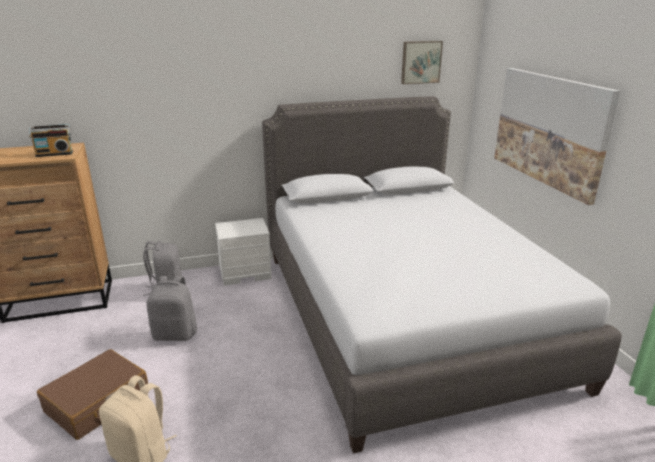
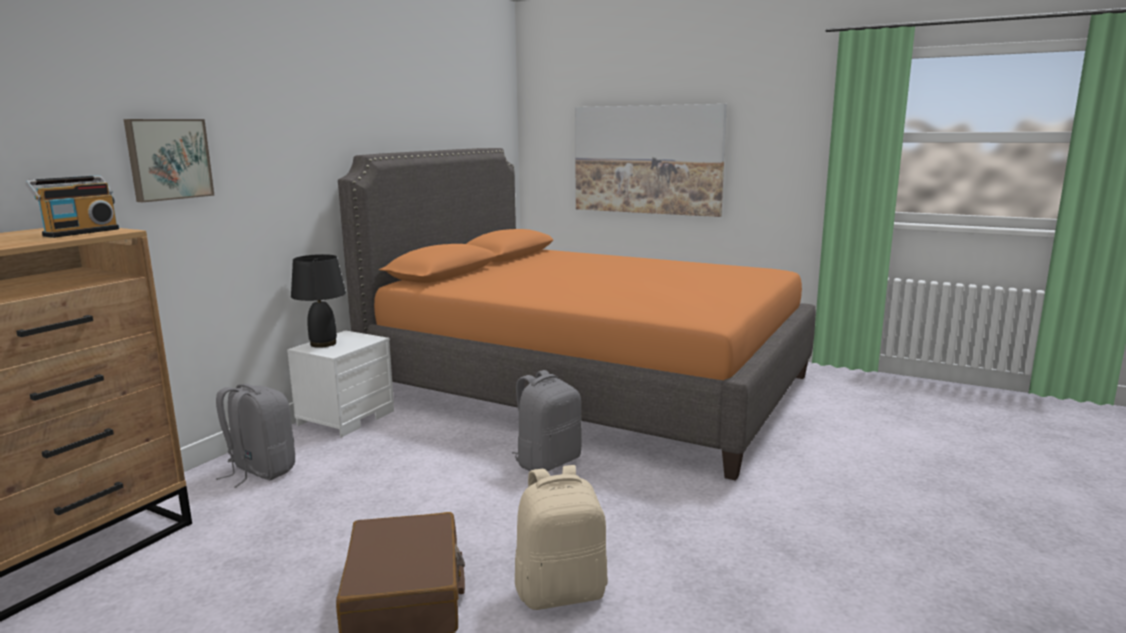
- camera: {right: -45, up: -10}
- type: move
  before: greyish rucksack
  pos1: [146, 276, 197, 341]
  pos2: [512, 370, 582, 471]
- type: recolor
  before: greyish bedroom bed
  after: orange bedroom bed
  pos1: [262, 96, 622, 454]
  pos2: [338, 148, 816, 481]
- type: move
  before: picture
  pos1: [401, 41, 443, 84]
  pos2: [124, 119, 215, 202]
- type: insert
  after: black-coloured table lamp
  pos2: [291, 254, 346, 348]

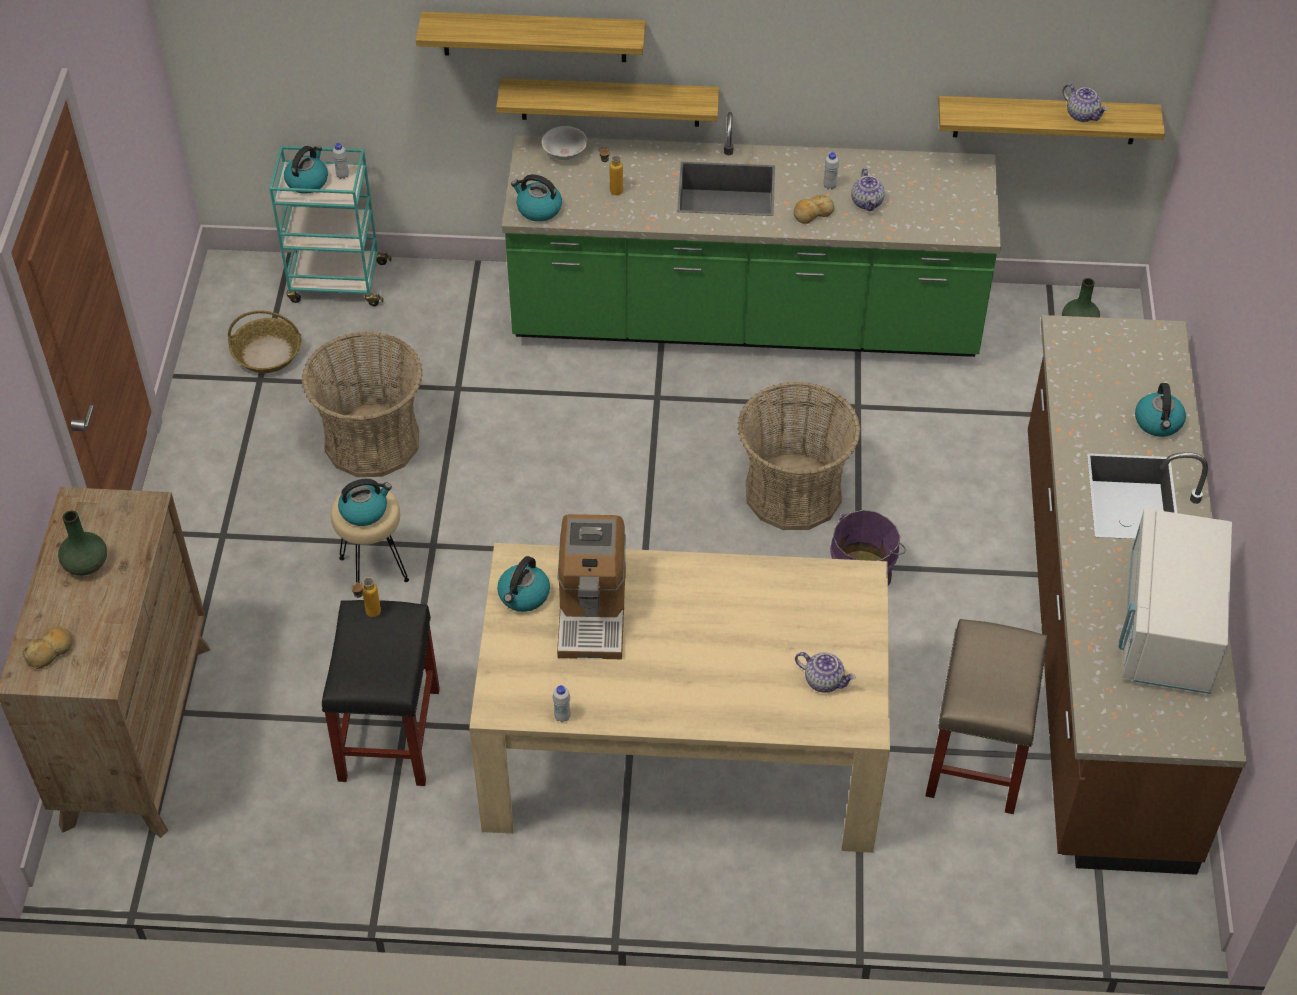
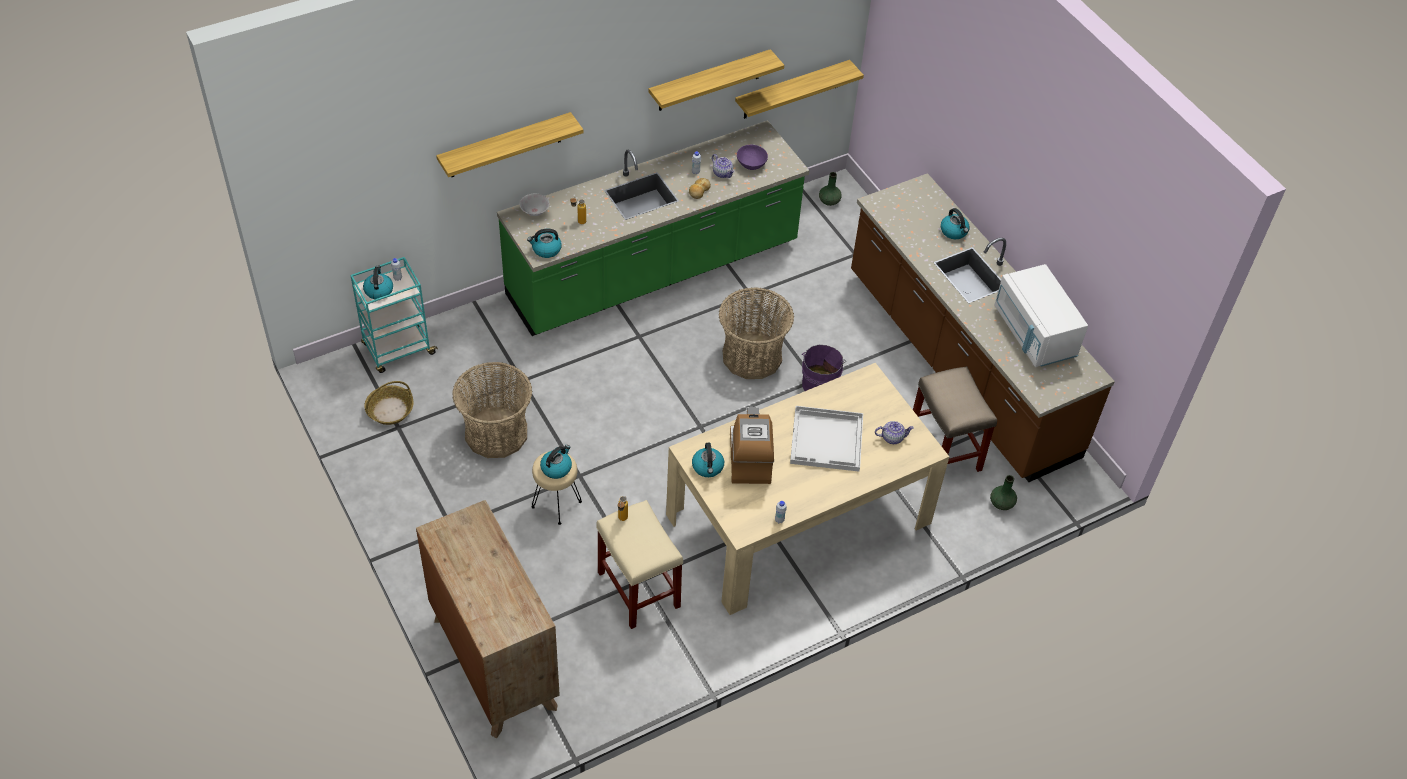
- camera: {right: -35, up: 0}
- type: delete
  before: baked bread
  pos1: [22, 627, 73, 669]
- type: move
  before: green flower vase
  pos1: [58, 510, 107, 576]
  pos2: [990, 475, 1017, 510]
- type: recolor
  before: black-coloured stool
  after: beige stool
  pos1: [322, 600, 440, 786]
  pos2: [596, 500, 683, 629]
- type: move
  before: wall shelf
  pos1: [496, 78, 719, 127]
  pos2: [649, 49, 784, 111]
- type: rotate
  before: coffee machine
  pos1: [557, 514, 626, 659]
  pos2: [730, 407, 774, 484]
  turn: -150
- type: delete
  before: teapot
  pos1: [1062, 84, 1108, 122]
- type: insert
  after: purplish bowl
  pos2: [737, 145, 768, 170]
- type: insert
  after: white carrying tray
  pos2: [790, 406, 863, 472]

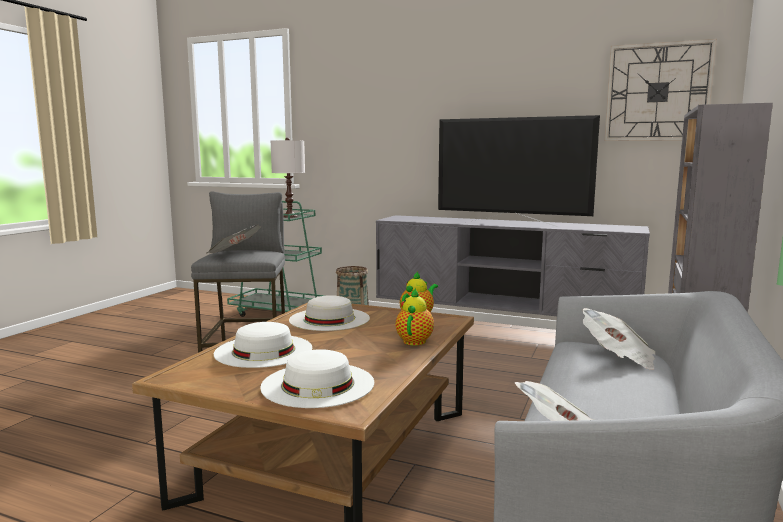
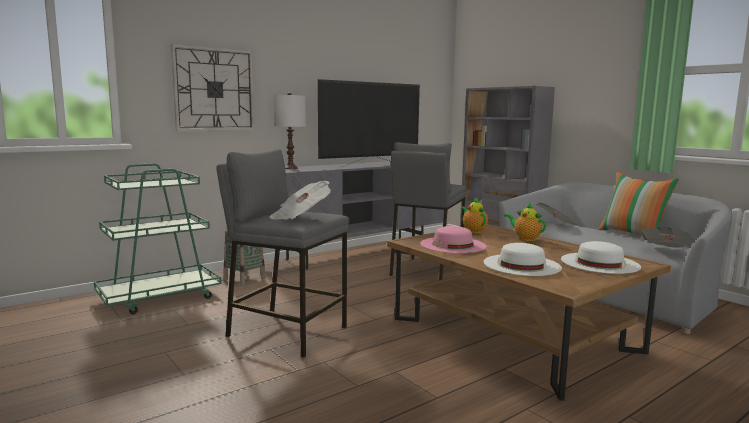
- camera: {right: -60, up: 0}
- type: move
  before: white table lamp
  pos1: [271, 138, 305, 218]
  pos2: [273, 93, 306, 169]
- type: recolor
  before: white clothing hat
  after: pinkish clothing hat
  pos1: [289, 295, 370, 331]
  pos2: [420, 226, 487, 253]
- type: move
  before: hanging clock
  pos1: [604, 39, 717, 141]
  pos2: [171, 44, 255, 131]
- type: insert
  after: greyish stool
  pos2: [389, 142, 467, 280]
- type: insert
  after: pillow
  pos2: [599, 172, 679, 236]

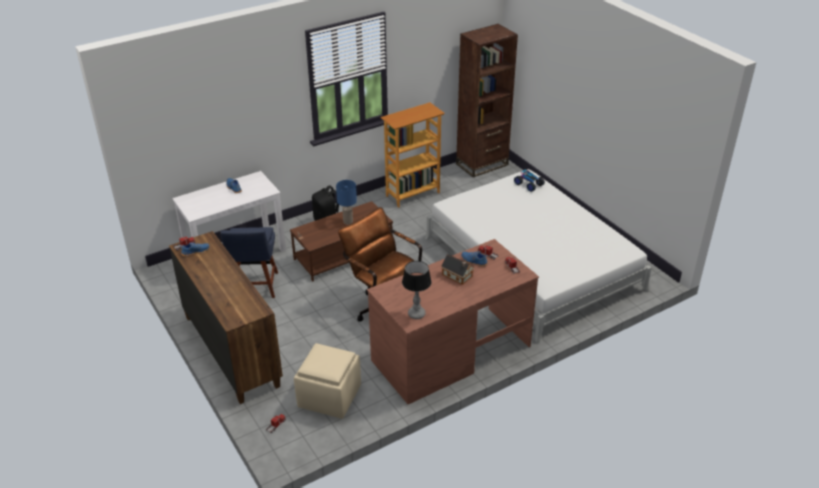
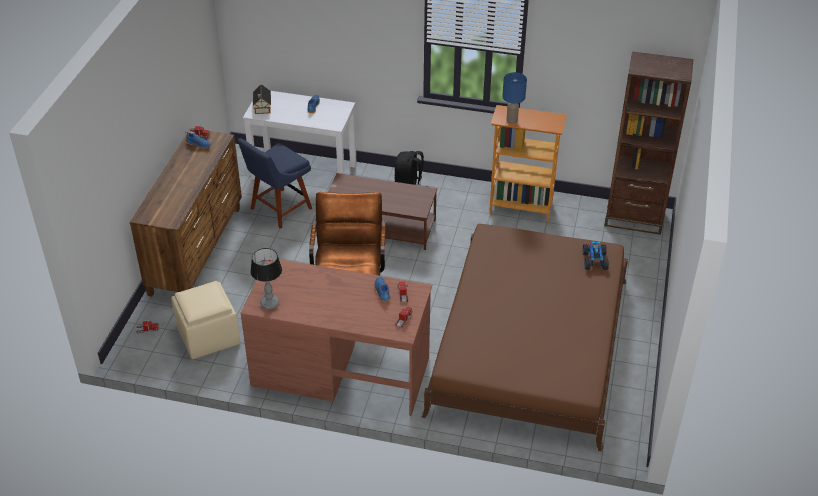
- camera: {right: 45, up: 5}
- type: move
  before: bluish table lamp
  pos1: [336, 180, 357, 224]
  pos2: [502, 72, 527, 124]
- type: recolor
  before: white bedroom bed
  after: brown-coloured bedroom bed
  pos1: [425, 169, 652, 343]
  pos2: [422, 224, 628, 451]
- type: move
  before: toy house
  pos1: [441, 254, 475, 285]
  pos2: [253, 85, 271, 114]

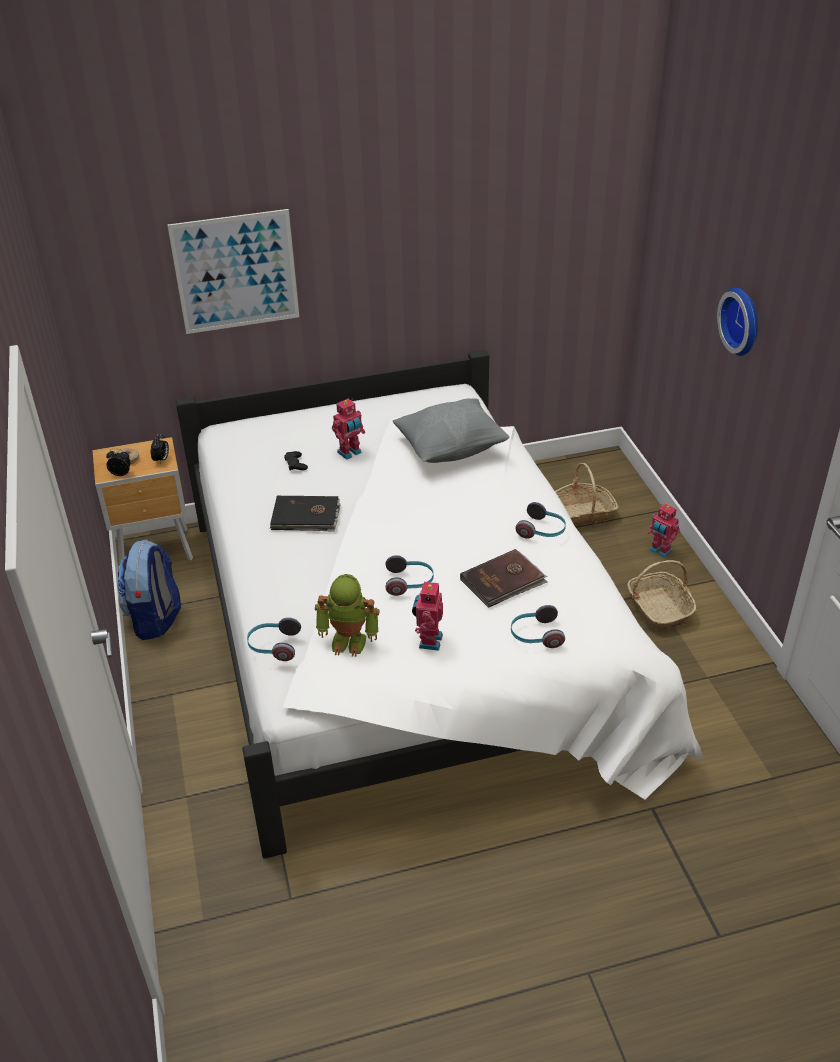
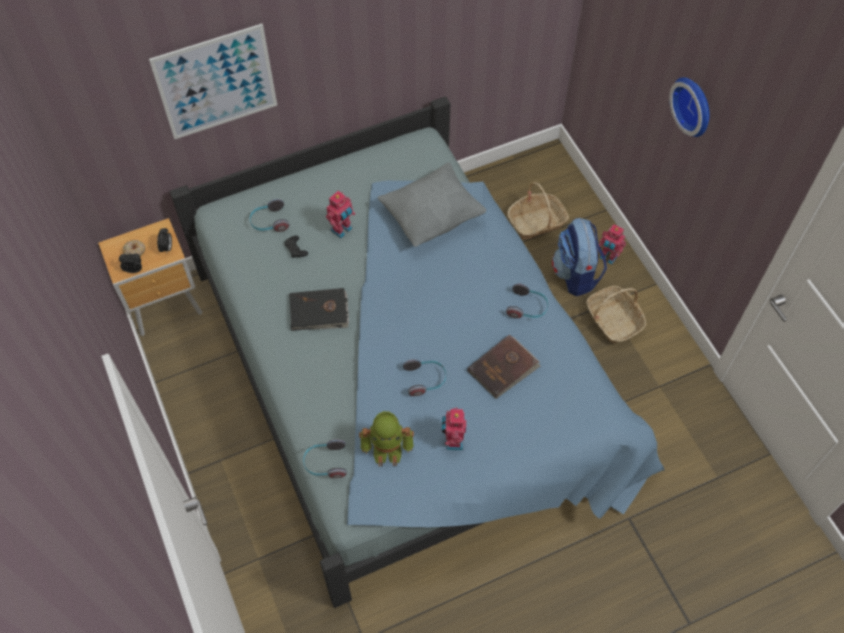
- camera: {right: -10, up: 20}
- type: move
  before: rucksack
  pos1: [117, 539, 181, 640]
  pos2: [552, 218, 607, 296]
- type: recolor
  before: white bedroom bed
  after: bluish bedroom bed
  pos1: [175, 350, 703, 859]
  pos2: [170, 96, 664, 608]
- type: move
  before: headset
  pos1: [511, 605, 565, 648]
  pos2: [250, 199, 289, 232]

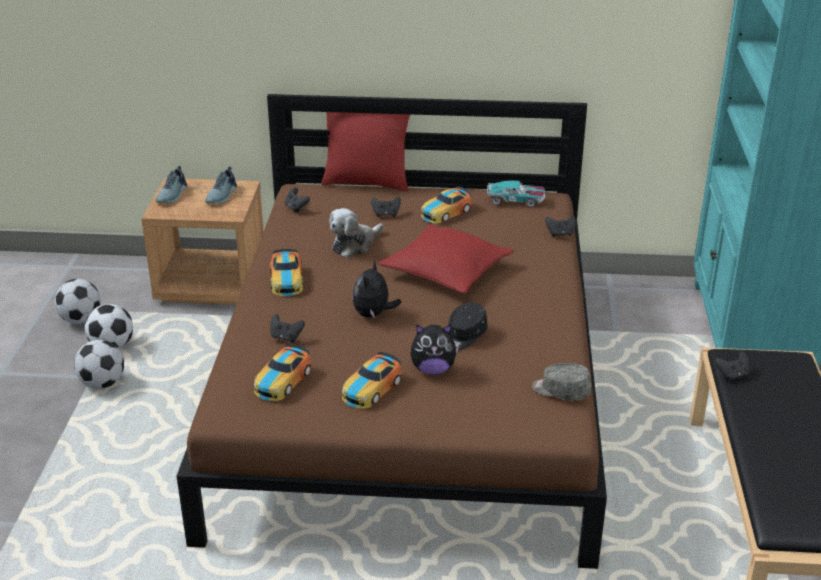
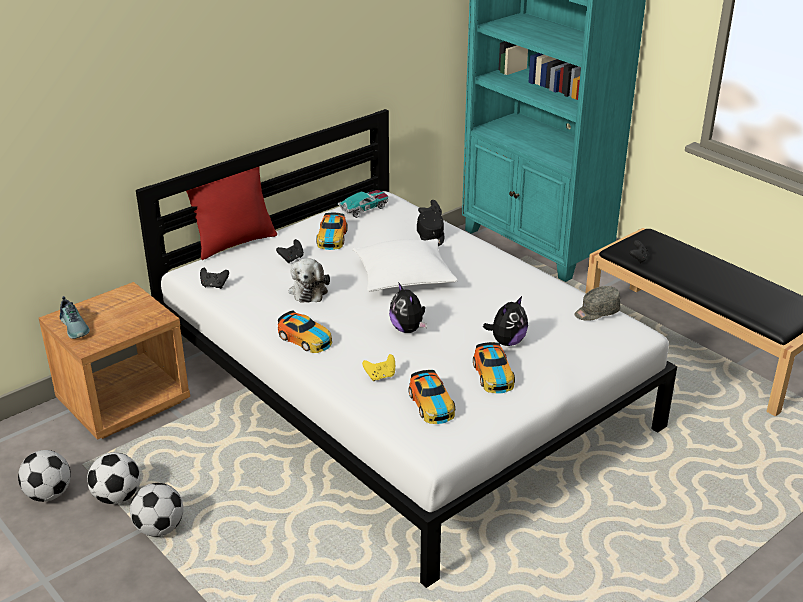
- camera: {right: -45, up: 0}
- type: recolor
  before: brown-coloured bedroom bed
  after: white bedroom bed
  pos1: [177, 94, 607, 569]
  pos2: [136, 109, 677, 588]
- type: delete
  before: item of footwear
  pos1: [205, 166, 237, 204]
- type: recolor
  before: black-coloured game controller
  after: yellow-coloured game controller
  pos1: [270, 314, 305, 343]
  pos2: [362, 354, 395, 381]
- type: recolor
  before: red-coloured pillow
  after: white pillow
  pos1: [378, 224, 514, 294]
  pos2: [353, 239, 458, 292]
- type: move
  before: black-coloured cap
  pos1: [449, 303, 487, 350]
  pos2: [417, 211, 444, 246]

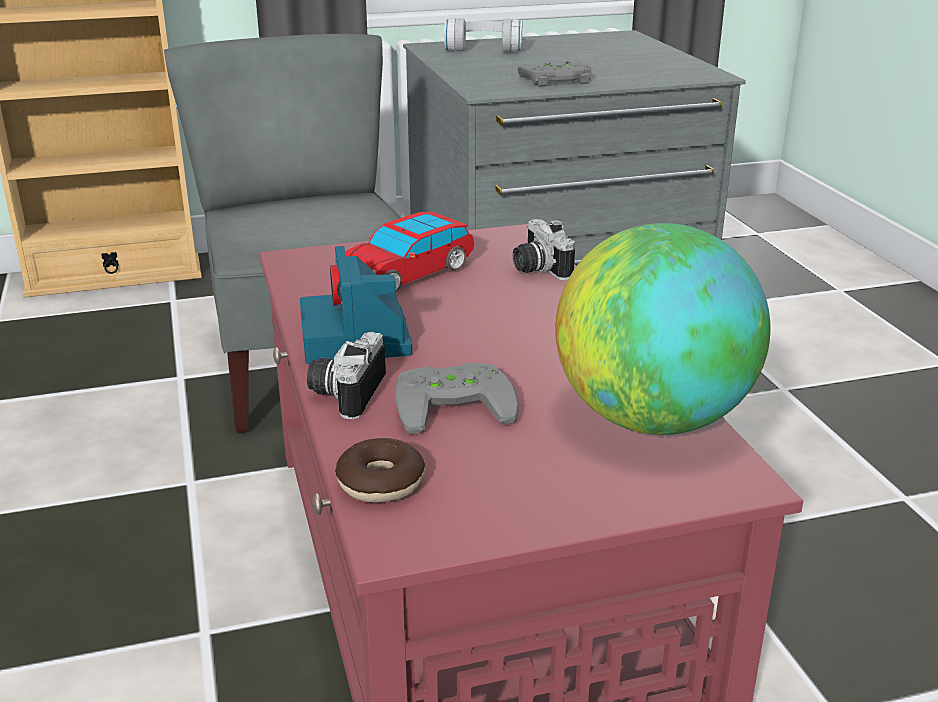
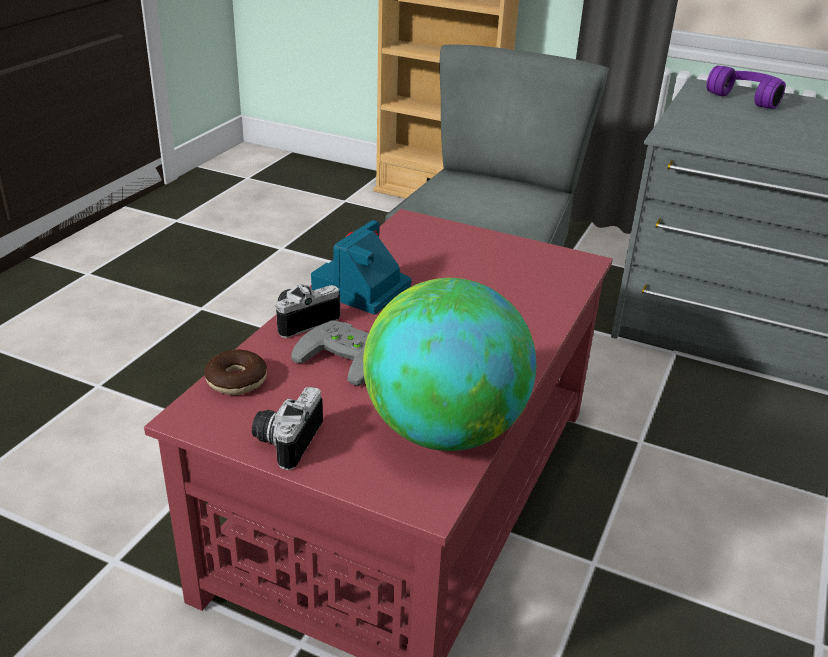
- camera: {right: 40, up: 5}
- type: delete
  before: miniature car
  pos1: [345, 211, 475, 292]
- type: recolor
  before: white headset
  after: purplish headset
  pos1: [444, 18, 522, 52]
  pos2: [706, 66, 786, 109]
- type: move
  before: still camera
  pos1: [513, 219, 575, 281]
  pos2: [252, 387, 323, 470]
- type: delete
  before: greyish game controller
  pos1: [518, 61, 591, 87]

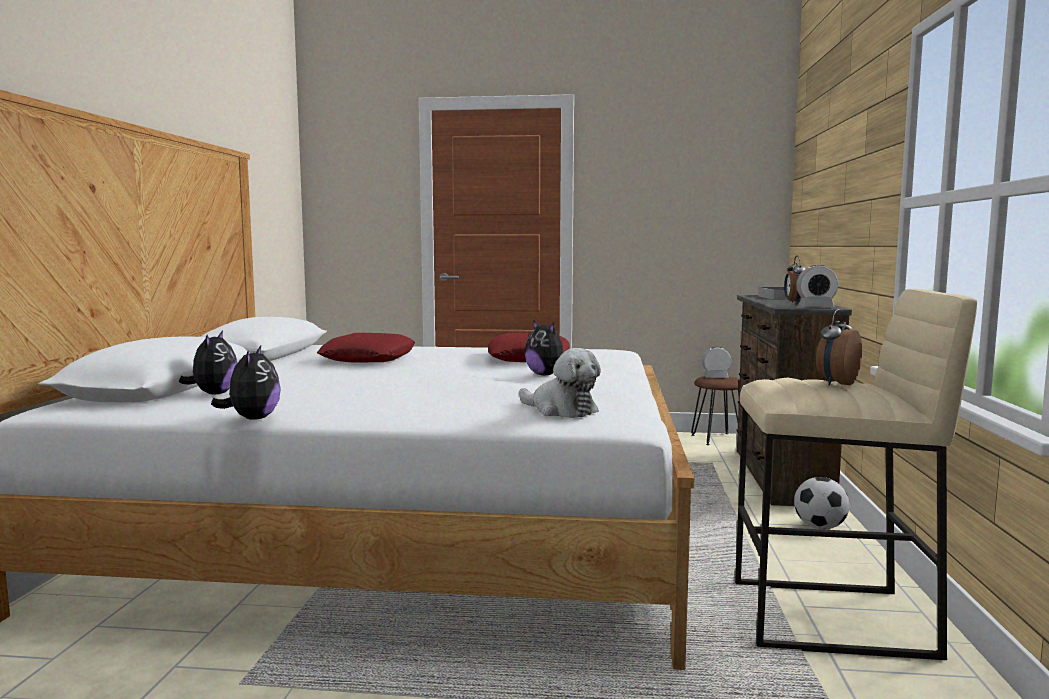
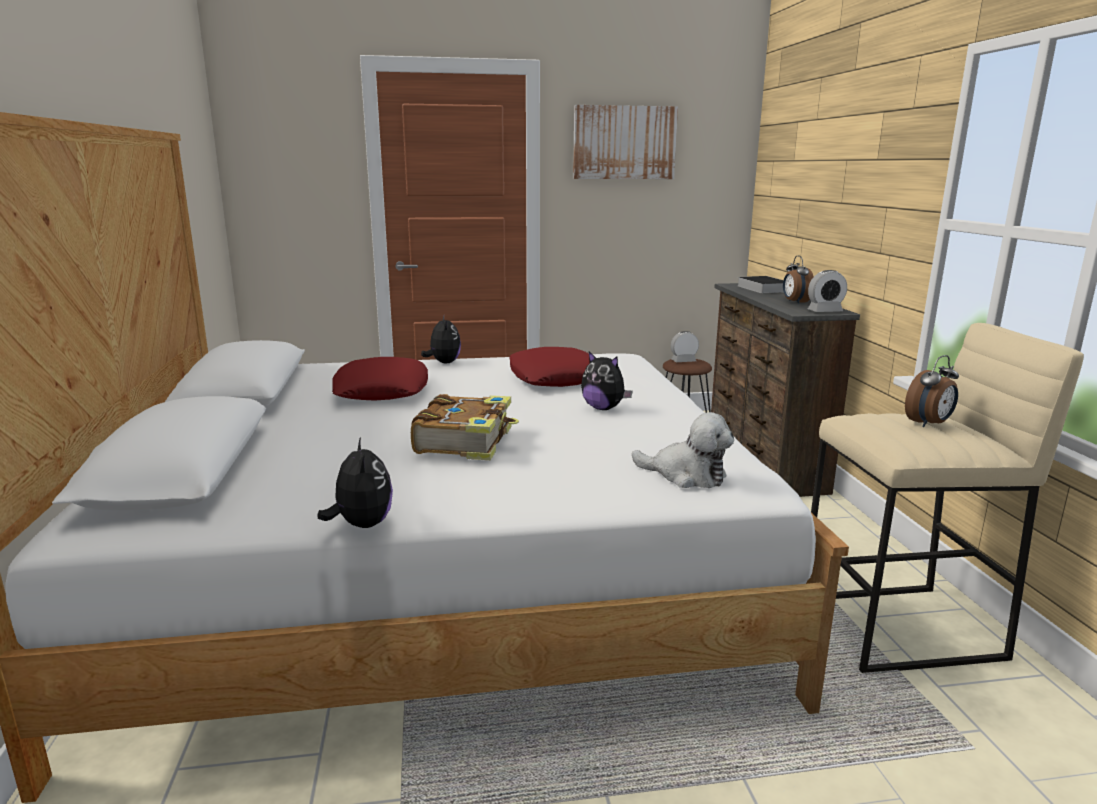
- camera: {right: -15, up: 10}
- type: move
  before: plush toy
  pos1: [179, 330, 237, 394]
  pos2: [421, 315, 461, 363]
- type: delete
  before: ball for football
  pos1: [794, 477, 850, 530]
- type: rotate
  before: bedside clock
  pos1: [816, 309, 862, 386]
  pos2: [905, 355, 959, 427]
  turn: -150
- type: insert
  after: volume
  pos2: [411, 394, 519, 460]
- type: insert
  after: picture
  pos2: [573, 105, 678, 179]

